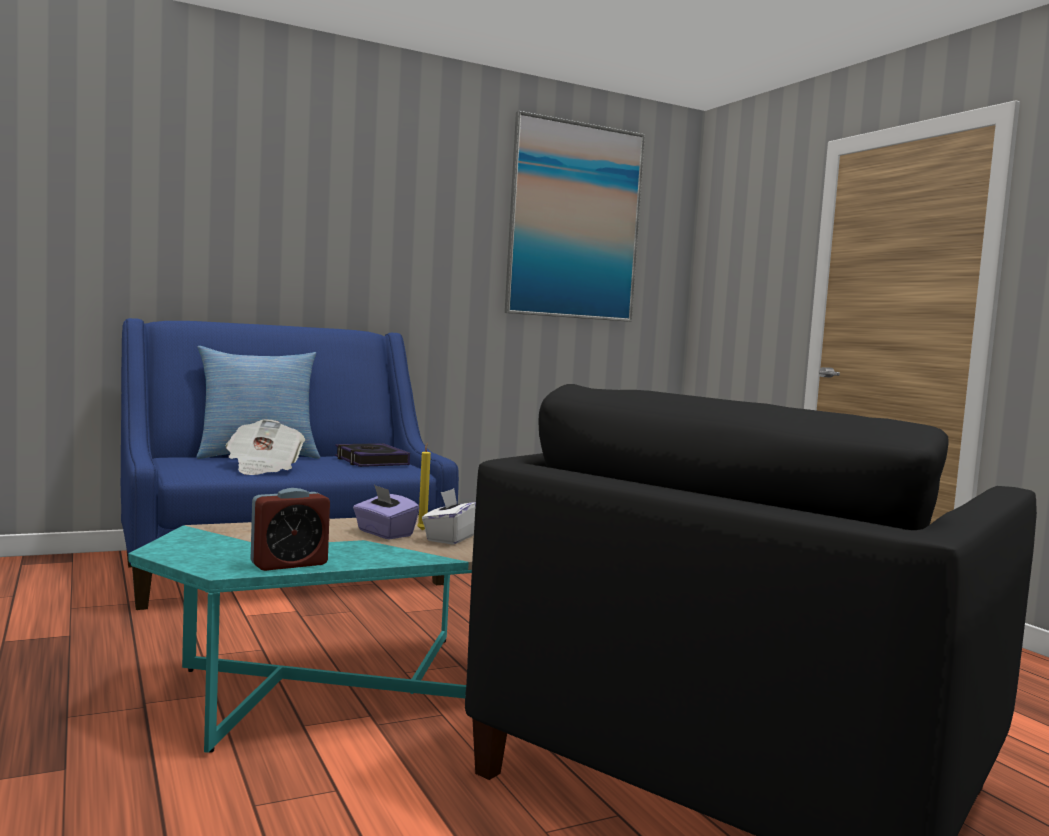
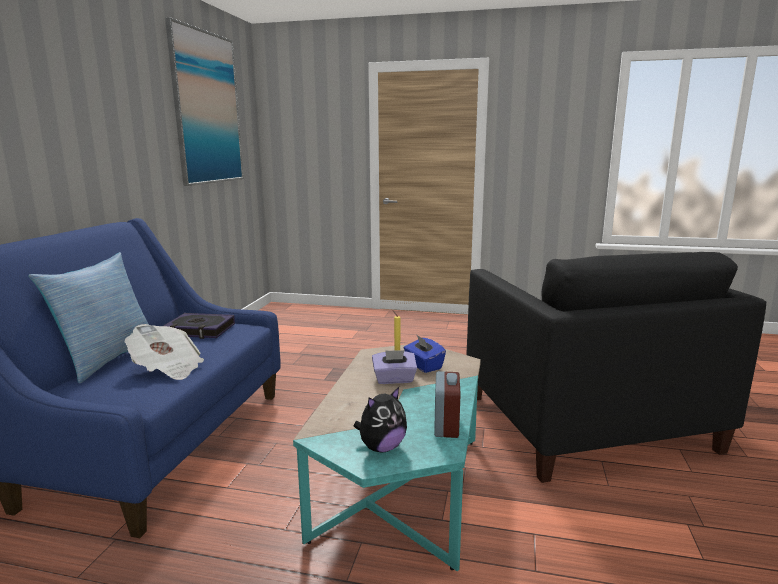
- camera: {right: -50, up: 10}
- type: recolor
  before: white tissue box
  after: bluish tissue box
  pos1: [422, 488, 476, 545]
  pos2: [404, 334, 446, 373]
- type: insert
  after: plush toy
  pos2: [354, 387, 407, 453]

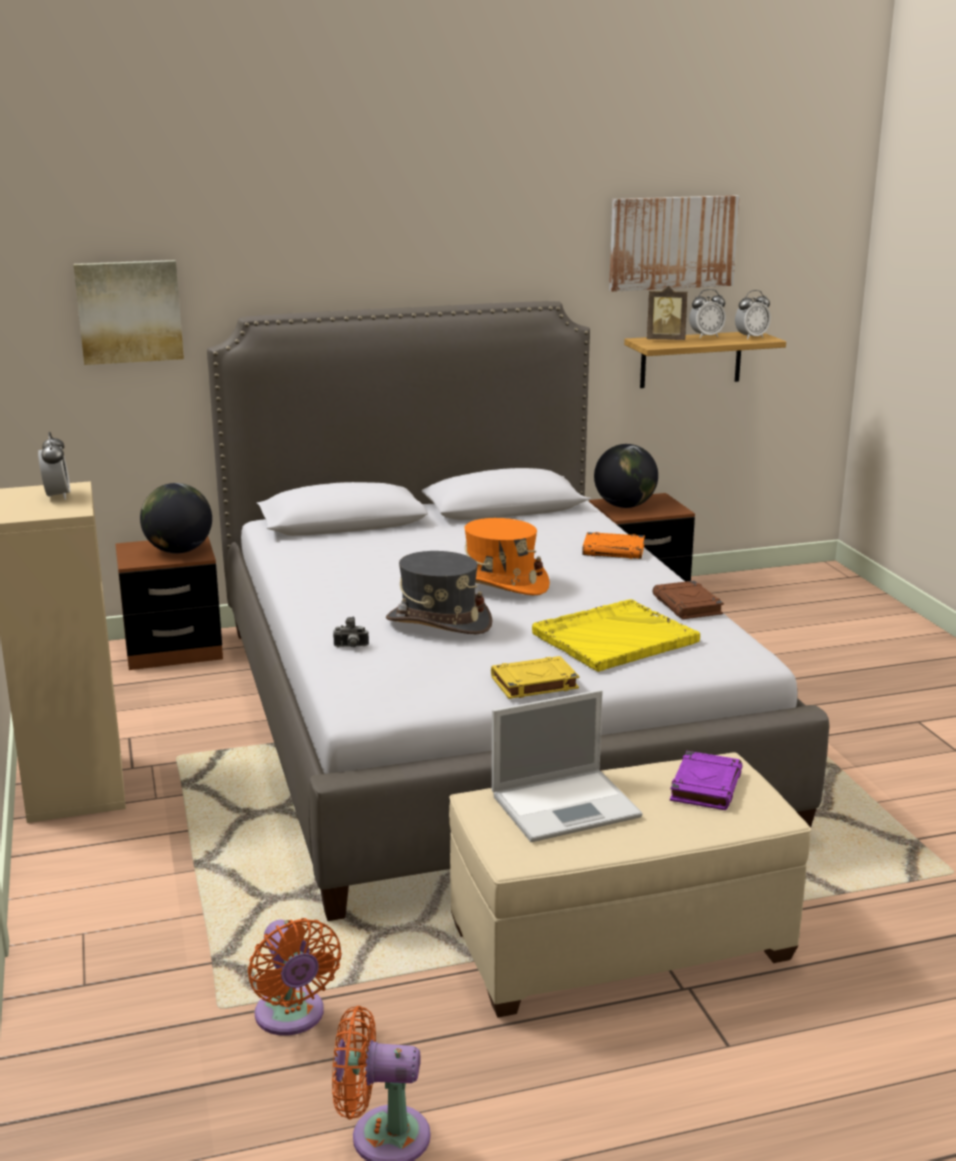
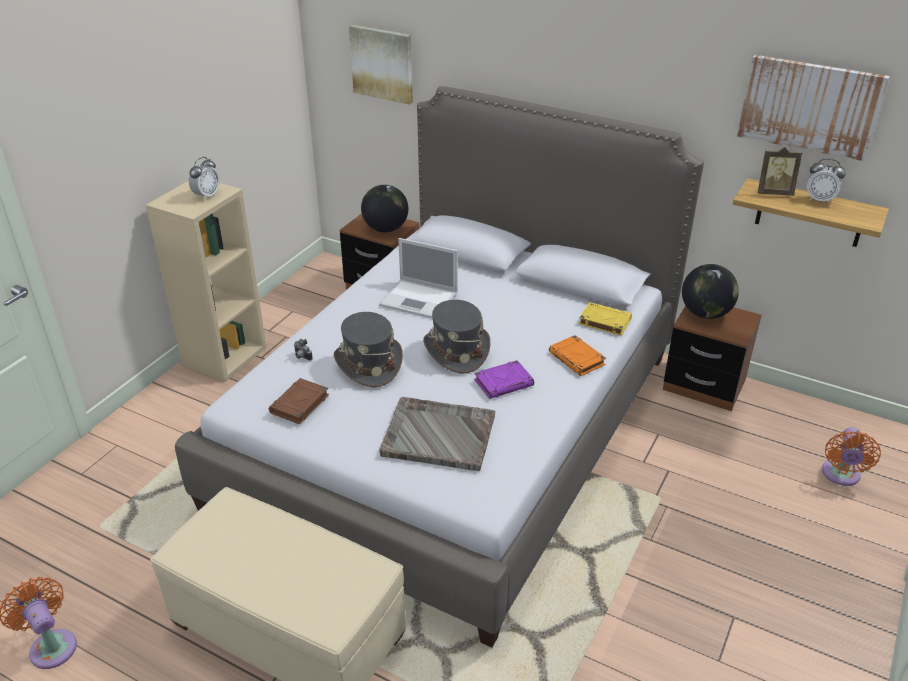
- camera: {right: 45, up: 15}
- type: move
  before: orange fan
  pos1: [248, 918, 342, 1036]
  pos2: [822, 427, 881, 486]
- type: recolor
  before: orange clothing hat
  after: greyish clothing hat
  pos1: [465, 518, 550, 595]
  pos2: [423, 300, 490, 374]
- type: move
  before: yellow-coloured volume
  pos1: [491, 656, 579, 699]
  pos2: [579, 302, 632, 336]
- type: move
  before: notebook computer
  pos1: [492, 690, 642, 842]
  pos2: [379, 238, 458, 319]
- type: recolor
  before: yellow-coloured carrying tray
  after: greyish carrying tray
  pos1: [532, 599, 700, 672]
  pos2: [379, 397, 495, 471]
- type: rotate
  before: standing frame
  pos1: [647, 286, 688, 340]
  pos2: [758, 147, 802, 196]
  turn: -45
- type: move
  before: brown-coloured volume
  pos1: [653, 580, 724, 619]
  pos2: [269, 378, 329, 424]
- type: move
  before: purplish volume
  pos1: [670, 751, 743, 810]
  pos2: [474, 360, 534, 399]
- type: delete
  before: bedside clock
  pos1: [735, 290, 771, 340]

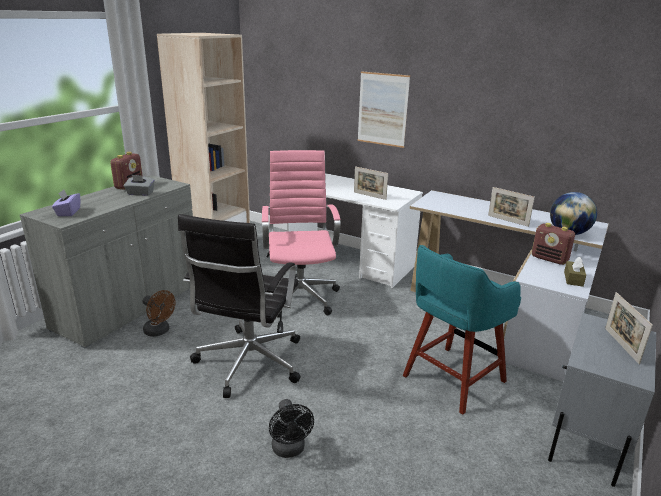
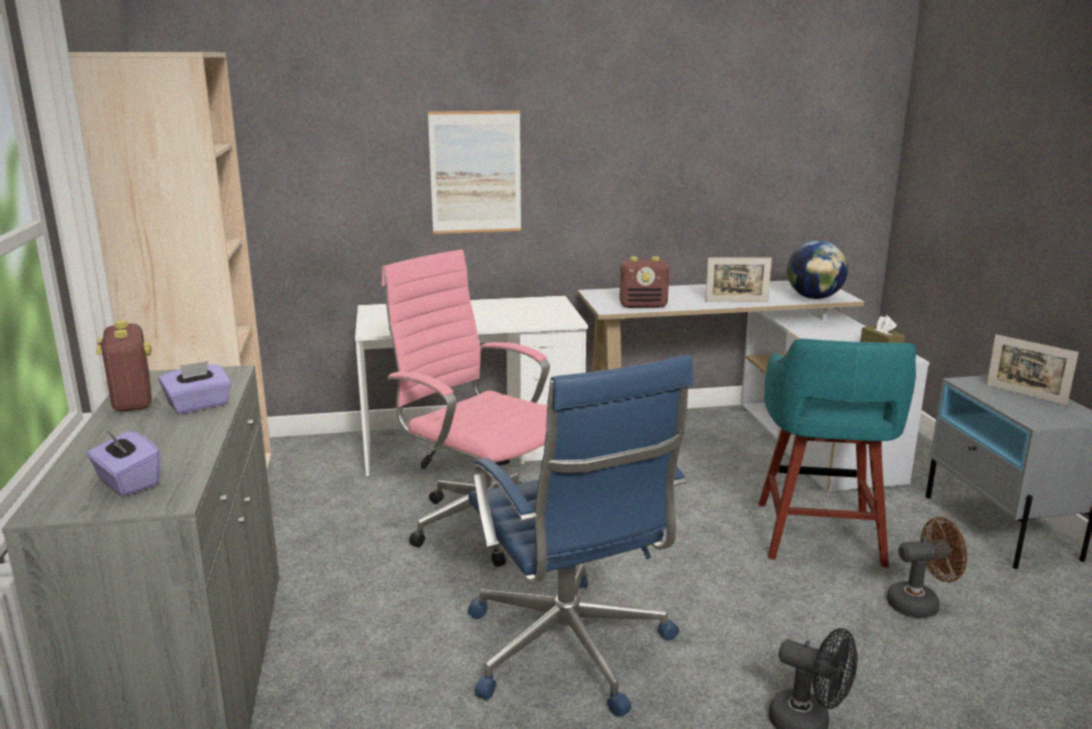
- camera: {right: -40, up: -5}
- type: recolor
  before: greyish tissue box
  after: purplish tissue box
  pos1: [124, 175, 155, 196]
  pos2: [159, 361, 231, 414]
- type: move
  before: brown-coloured fan
  pos1: [143, 290, 175, 337]
  pos2: [887, 517, 967, 618]
- type: recolor
  before: black-coloured computer chair
  after: bluish computer chair
  pos1: [178, 214, 301, 398]
  pos2: [468, 355, 693, 717]
- type: delete
  before: standing frame
  pos1: [354, 166, 388, 200]
- type: move
  before: radio receiver
  pos1: [532, 223, 575, 265]
  pos2: [620, 257, 669, 308]

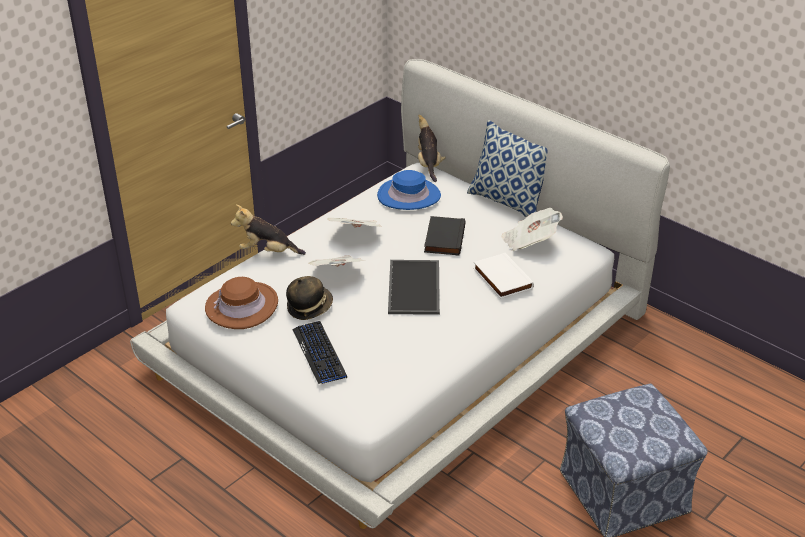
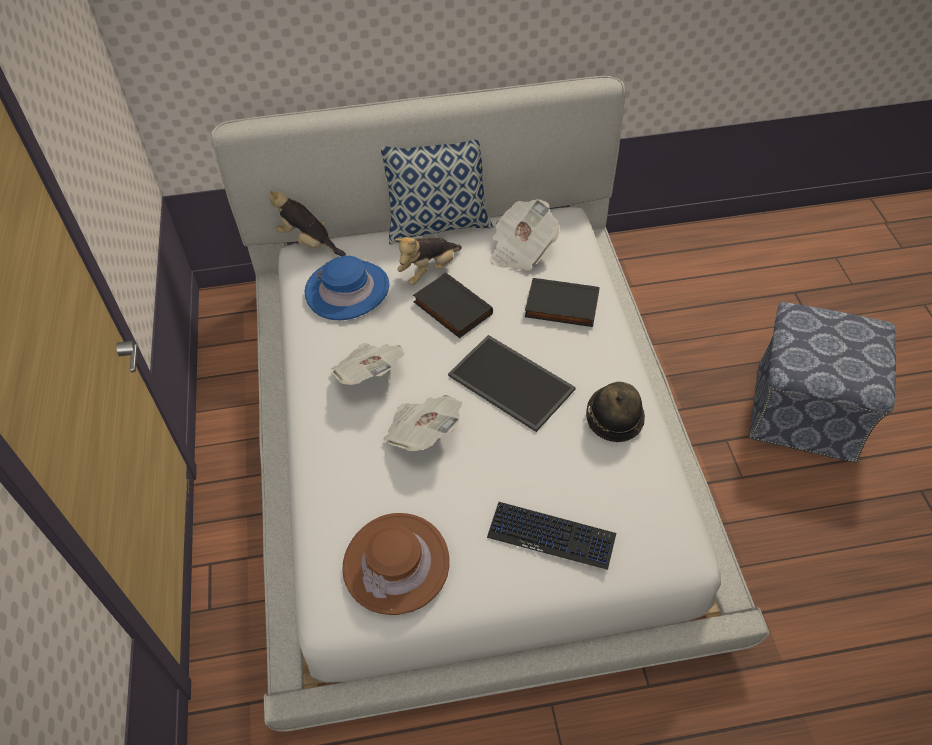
- camera: {right: -50, up: 15}
- type: move
  before: plush toy
  pos1: [231, 205, 306, 255]
  pos2: [395, 237, 462, 285]
- type: move
  before: clothing hat
  pos1: [286, 276, 333, 320]
  pos2: [586, 382, 645, 442]
- type: recolor
  before: white volume
  after: black-coloured volume
  pos1: [473, 253, 534, 299]
  pos2: [525, 278, 600, 327]

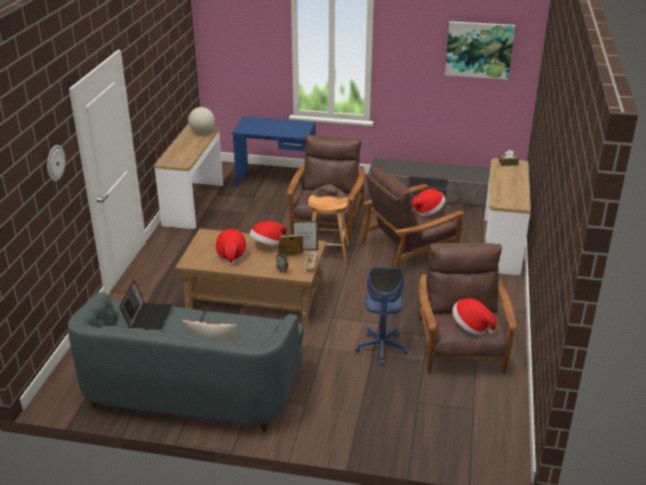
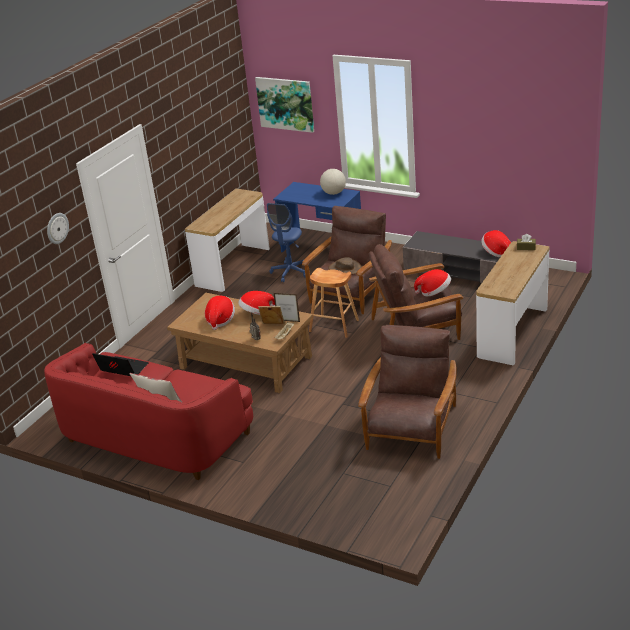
- camera: {right: 20, up: 0}
- type: recolor
  before: greyish sofa
  after: red-coloured sofa
  pos1: [68, 292, 303, 431]
  pos2: [44, 343, 253, 480]
- type: rotate
  before: notebook computer
  pos1: [119, 280, 172, 330]
  pos2: [92, 353, 149, 376]
  turn: -90
- type: move
  before: world globe
  pos1: [188, 107, 215, 134]
  pos2: [320, 169, 346, 195]
- type: move
  before: bluish computer chair
  pos1: [355, 267, 409, 365]
  pos2: [267, 203, 305, 282]
- type: move
  before: picture
  pos1: [445, 21, 515, 80]
  pos2: [255, 77, 314, 133]
- type: move
  before: clothing hat
  pos1: [452, 298, 496, 335]
  pos2: [481, 230, 511, 257]

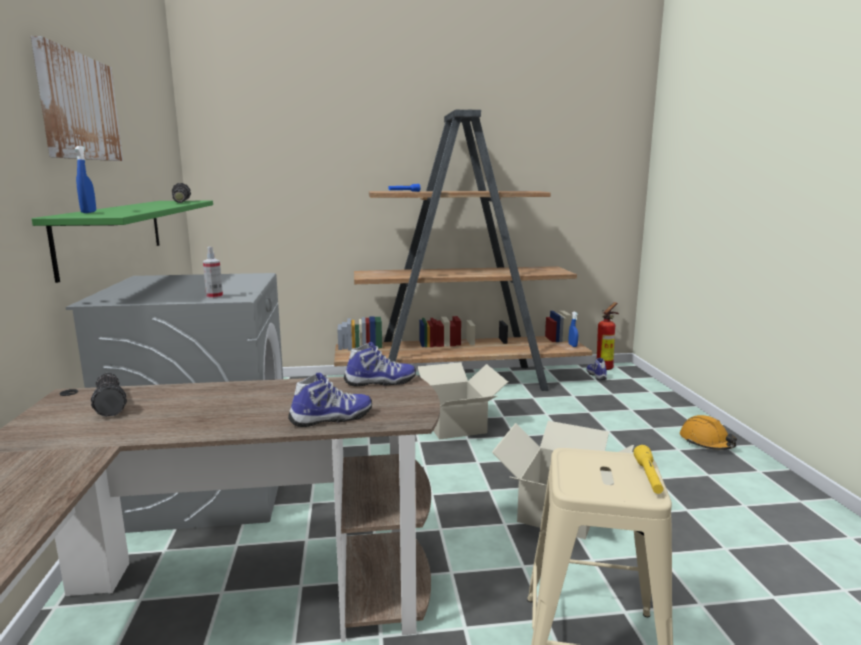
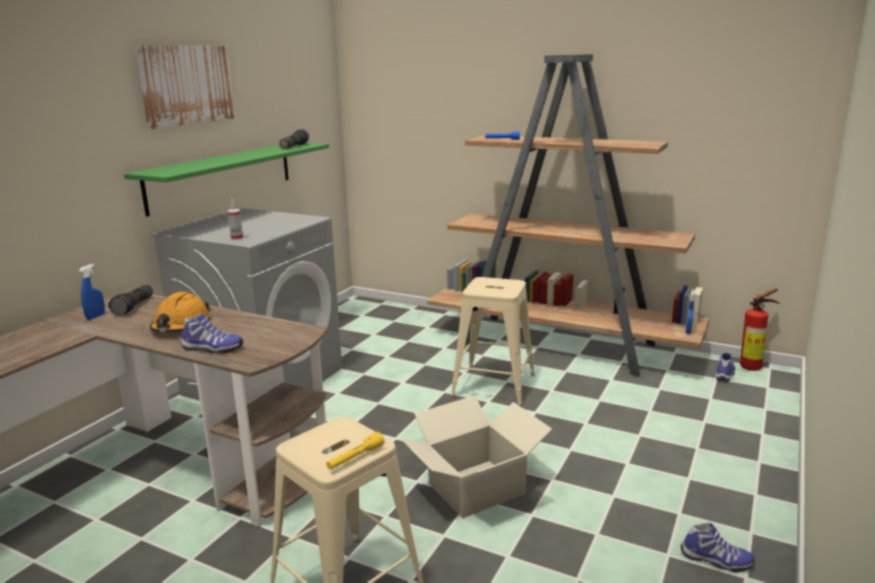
- camera: {right: 35, up: 5}
- type: move
  before: bluish sprayer
  pos1: [75, 146, 96, 213]
  pos2: [79, 264, 105, 320]
- type: move
  before: item of footwear
  pos1: [344, 342, 416, 387]
  pos2: [681, 523, 755, 573]
- type: replace
  before: cardboard box
  after: beige stool
  pos1: [417, 362, 508, 440]
  pos2: [451, 277, 535, 406]
- type: move
  before: orange work helmet
  pos1: [680, 415, 737, 450]
  pos2: [150, 292, 211, 332]

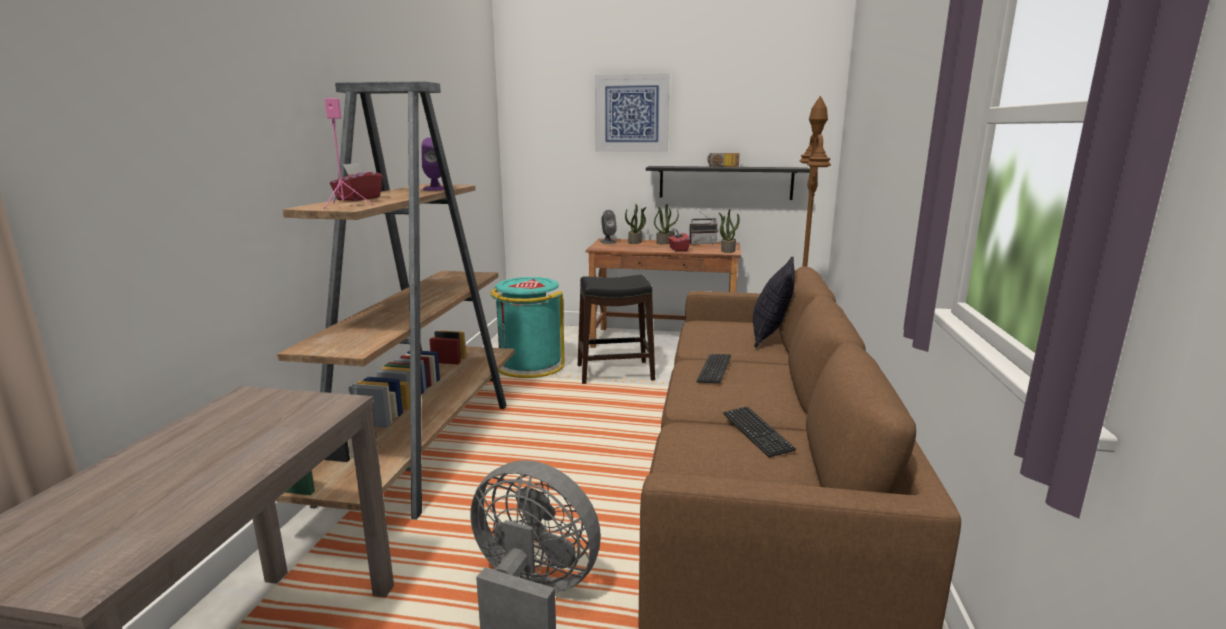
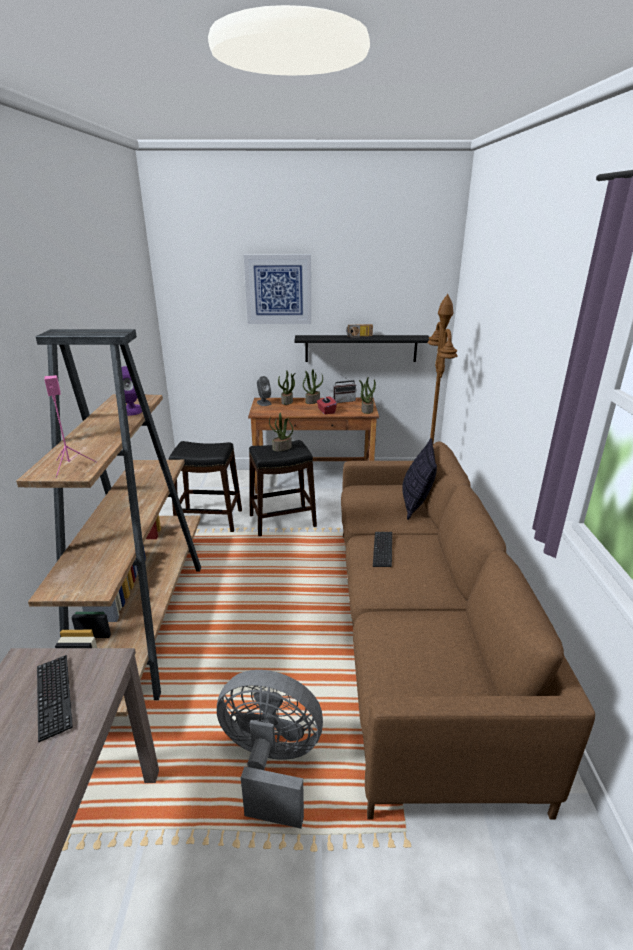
- camera: {right: -10, up: 10}
- type: delete
  before: red-coloured tissue box
  pos1: [330, 163, 382, 201]
- type: replace
  before: turquoise waste bin
  after: black-coloured stool
  pos1: [490, 277, 565, 378]
  pos2: [169, 441, 242, 532]
- type: move
  before: PC keyboard
  pos1: [723, 406, 796, 457]
  pos2: [37, 655, 73, 742]
- type: insert
  after: plant in a pot
  pos2: [269, 413, 293, 451]

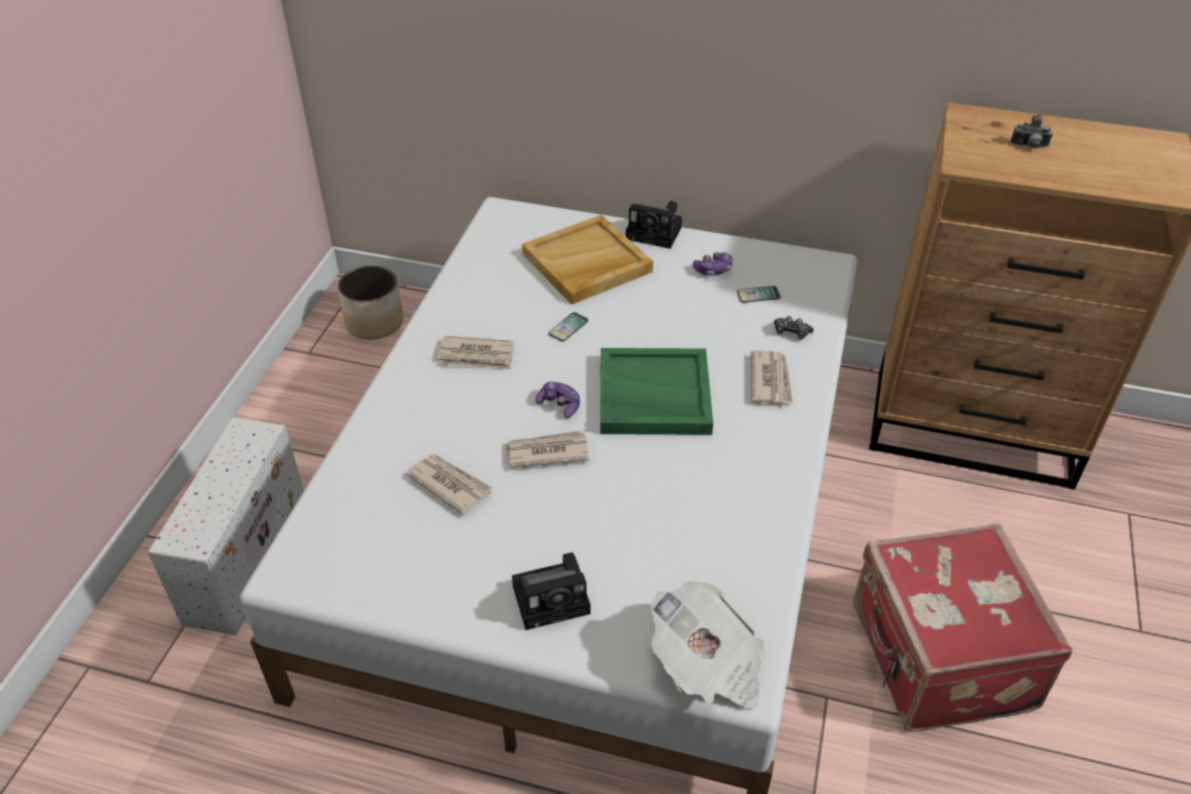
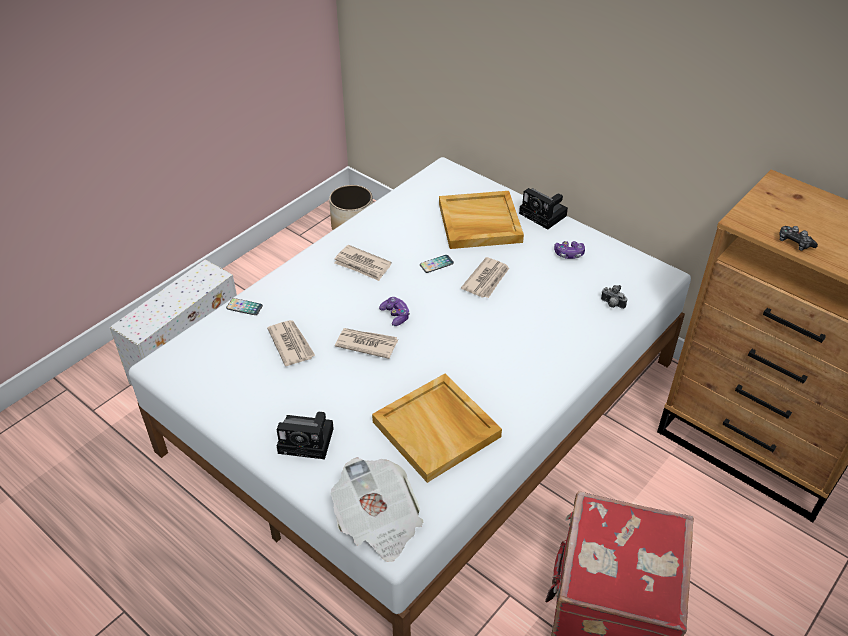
- camera: {right: 25, up: 0}
- type: delete
  before: green carrying tray
  pos1: [600, 348, 713, 435]
- type: move
  before: telephone
  pos1: [737, 286, 781, 303]
  pos2: [226, 298, 263, 315]
- type: move
  before: daily paper
  pos1: [751, 350, 793, 405]
  pos2: [461, 257, 509, 298]
- type: move
  before: game controller
  pos1: [774, 316, 814, 340]
  pos2: [779, 226, 818, 251]
- type: move
  before: still camera
  pos1: [1010, 114, 1053, 148]
  pos2: [601, 285, 627, 309]
- type: insert
  after: beige carrying tray
  pos2: [372, 374, 502, 483]

